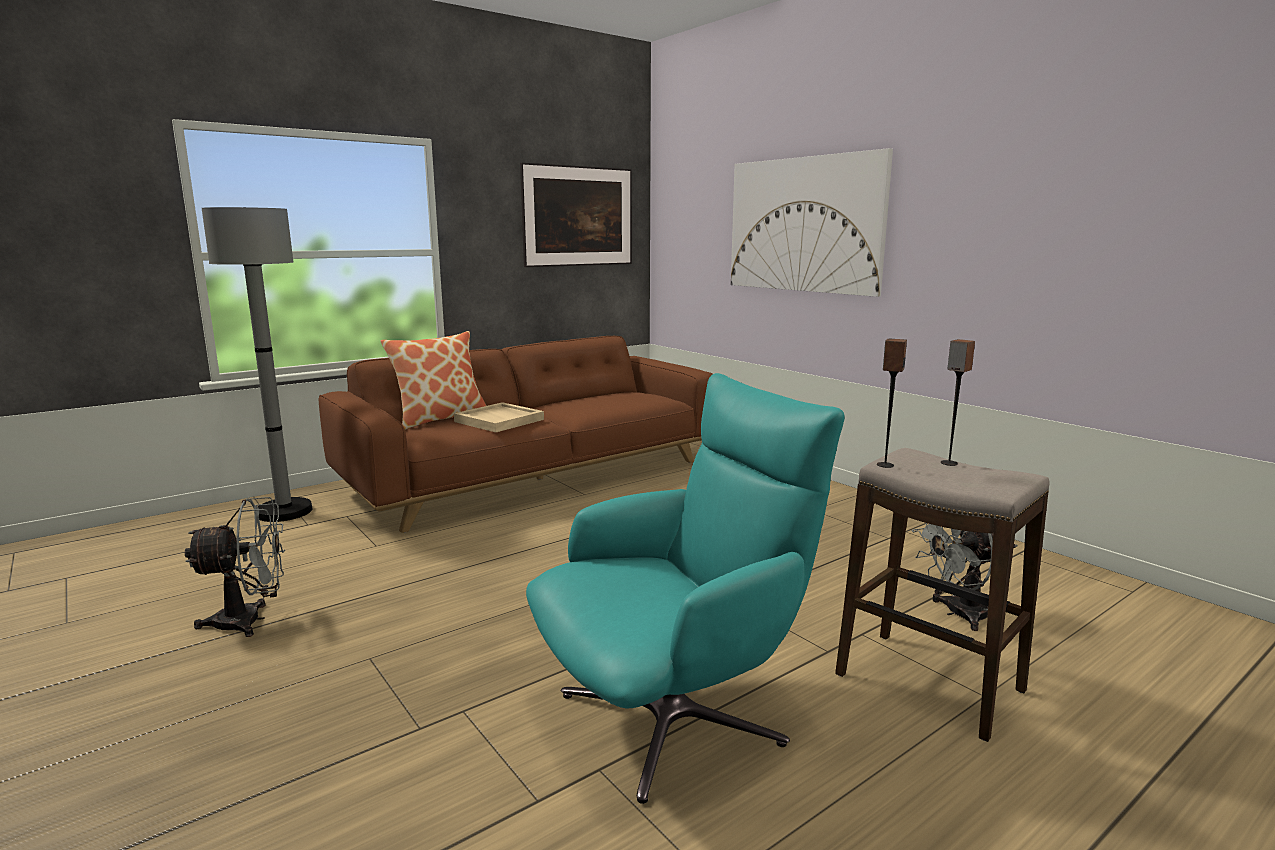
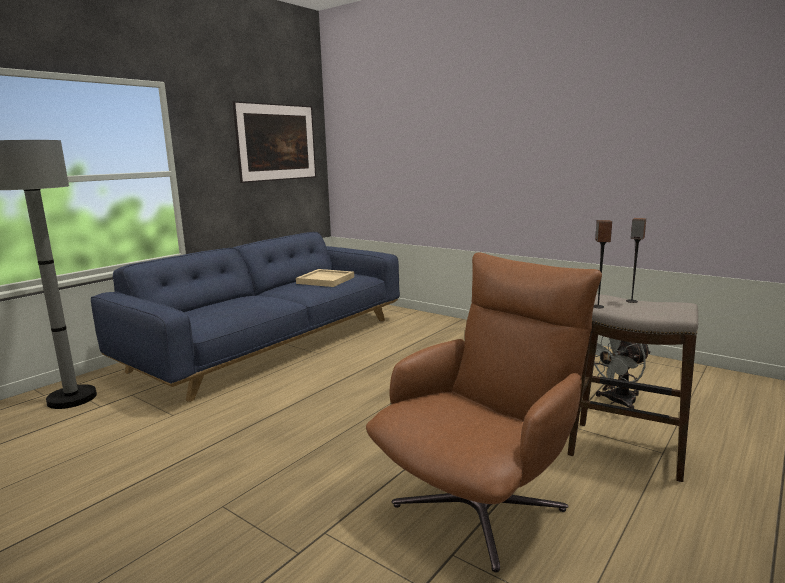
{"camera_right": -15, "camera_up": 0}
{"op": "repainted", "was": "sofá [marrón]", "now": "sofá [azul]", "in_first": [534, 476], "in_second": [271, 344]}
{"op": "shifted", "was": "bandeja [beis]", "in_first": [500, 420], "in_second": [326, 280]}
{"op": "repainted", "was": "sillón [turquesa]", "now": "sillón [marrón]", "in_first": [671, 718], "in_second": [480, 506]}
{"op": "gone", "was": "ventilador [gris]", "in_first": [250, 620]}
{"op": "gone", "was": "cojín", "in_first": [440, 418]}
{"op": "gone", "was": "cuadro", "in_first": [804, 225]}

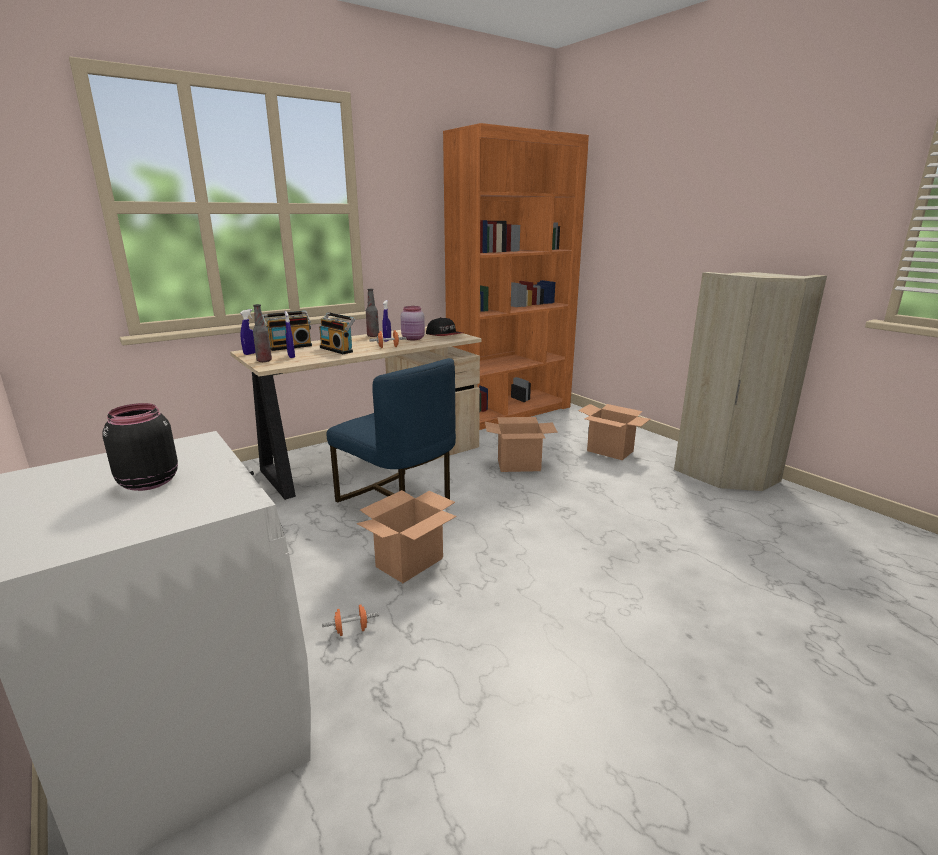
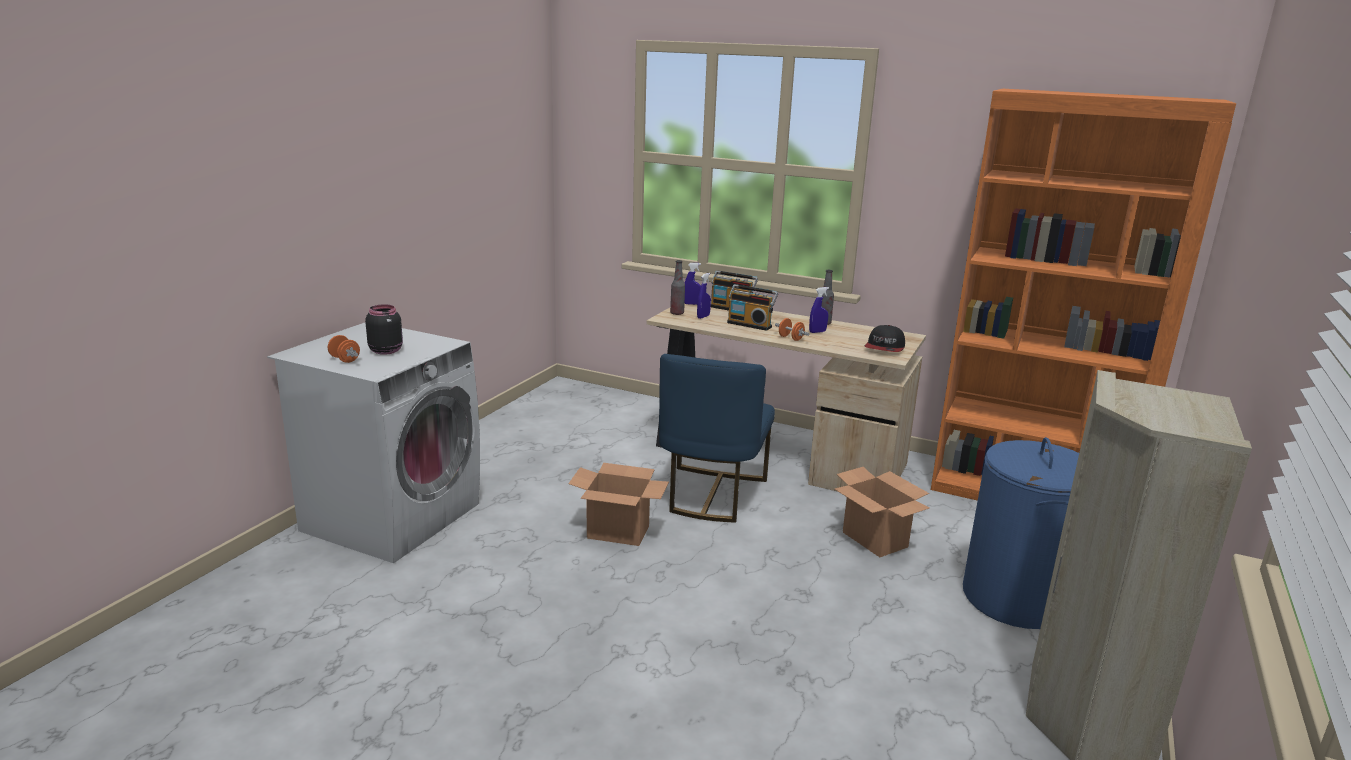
{"camera_right": 60, "camera_up": 0}
{"op": "shifted", "was": "mancuerna [naranja]", "in_first": [351, 630], "in_second": [344, 359]}
{"op": "rotated", "was": "radio", "in_first": [338, 349], "in_second": [750, 324], "clockwise": -75}
{"op": "swapped", "was": "caja de cartón", "now": "cesto de la ropa [azul]", "in_first": [610, 451], "in_second": [1016, 598]}
{"op": "gone", "was": "tarro [rosa]", "in_first": [413, 339]}

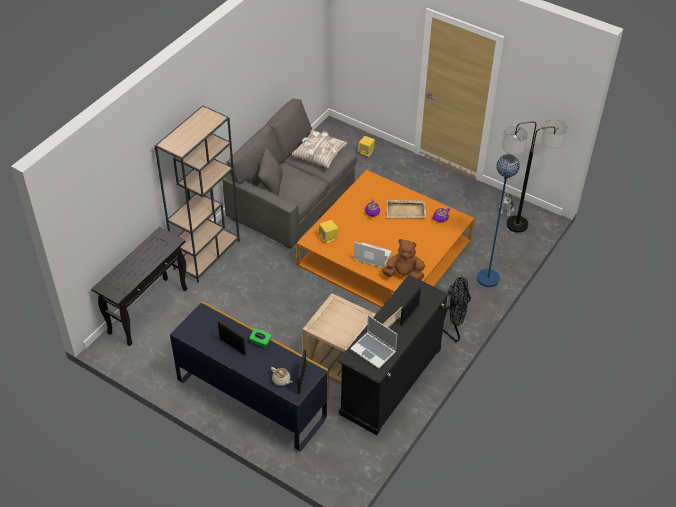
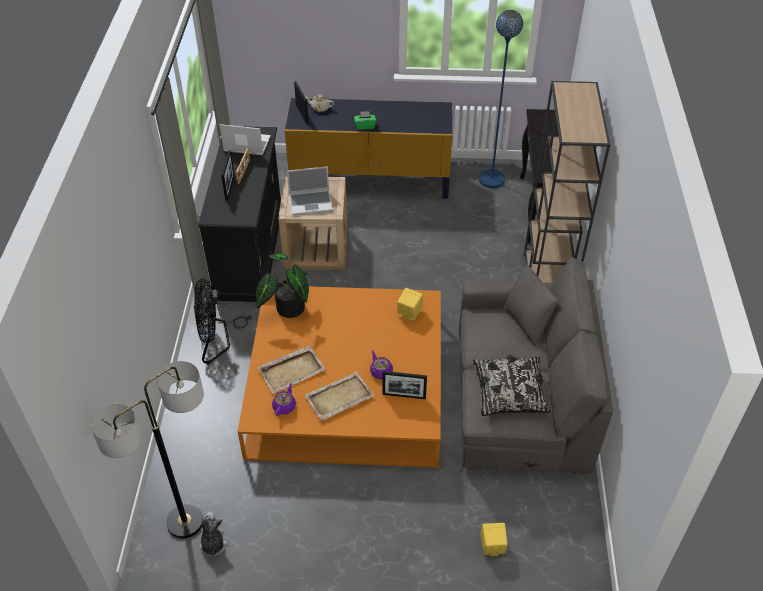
{"camera_right": 150, "camera_up": 0}
{"op": "swapped", "was": "peluche [marrón]", "now": "planta en maceta", "in_first": [404, 275], "in_second": [287, 308]}
{"op": "new", "now": "bandeja [beis]", "in_second": [292, 370]}
{"op": "shifted", "was": "portátil", "in_first": [371, 256], "in_second": [311, 203]}
{"op": "shifted", "was": "portarretratos", "in_first": [232, 346], "in_second": [404, 396]}
{"op": "repainted", "was": "cojín [beis]", "now": "cojín [negro]", "in_first": [319, 155], "in_second": [509, 394]}
{"op": "shifted", "was": "lámpara de pie [azul]", "in_first": [488, 278], "in_second": [491, 179]}

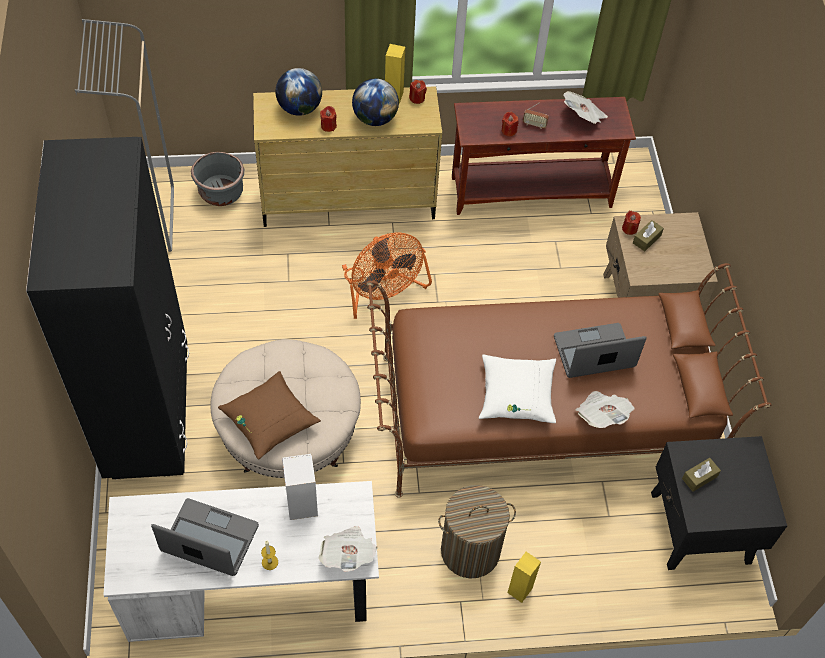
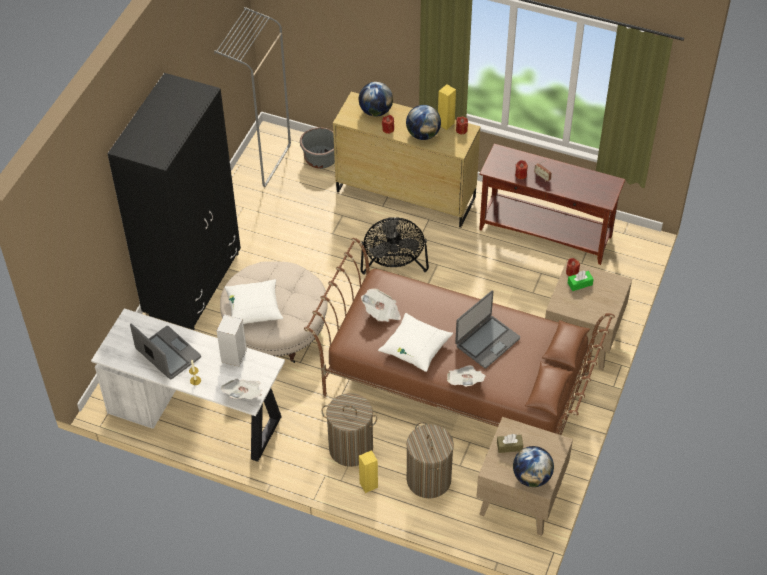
{"camera_right": 30, "camera_up": -5}
{"op": "repainted", "was": "cojín [marrón]", "now": "cojín [blanco]", "in_first": [270, 421], "in_second": [254, 309]}
{"op": "repainted", "was": "ventilador [naranja]", "now": "ventilador [negro]", "in_first": [380, 291], "in_second": [391, 262]}
{"op": "shifted", "was": "periódico", "in_first": [583, 117], "in_second": [382, 313]}
{"op": "new", "now": "cesto de la ropa", "in_second": [428, 479]}
{"op": "rotated", "was": "portátil", "in_first": [594, 353], "in_second": [487, 342], "clockwise": 120}
{"op": "repainted", "was": "mesita de noche [negro]", "now": "mesita de noche [beis]", "in_first": [700, 528], "in_second": [520, 499]}
{"op": "new", "now": "globo terráqueo", "in_second": [531, 477]}
{"op": "repainted", "was": "caja de pañuelos [marrón]", "now": "caja de pañuelos [verde]", "in_first": [646, 239], "in_second": [580, 284]}

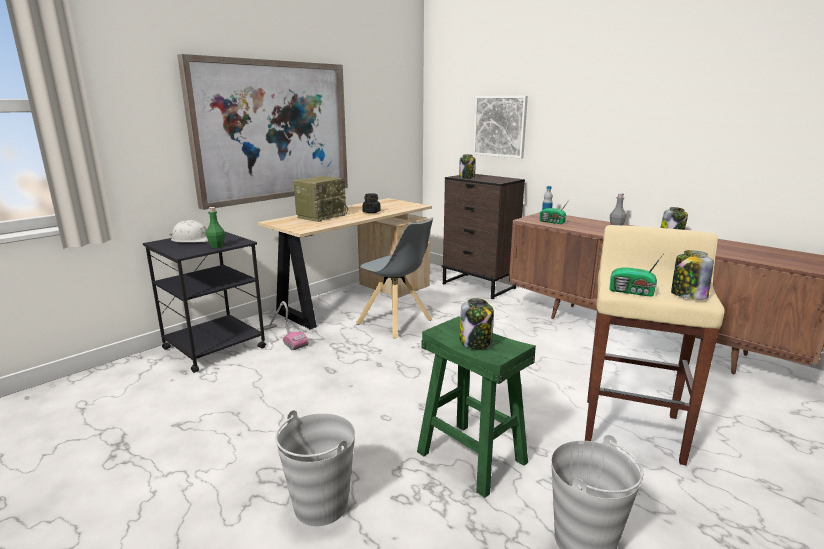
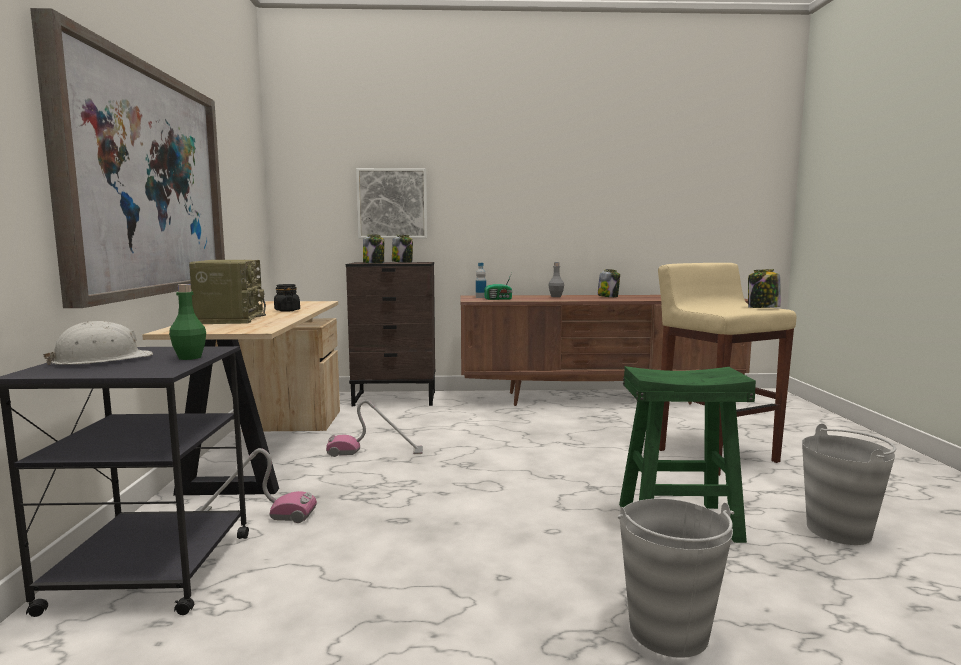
{"camera_right": -45, "camera_up": -10}
{"op": "swapped", "was": "silla [gris]", "now": "aspiradora", "in_first": [396, 322], "in_second": [375, 452]}
{"op": "shifted", "was": "tarro", "in_first": [476, 342], "in_second": [402, 262]}
{"op": "gone", "was": "radio", "in_first": [632, 292]}

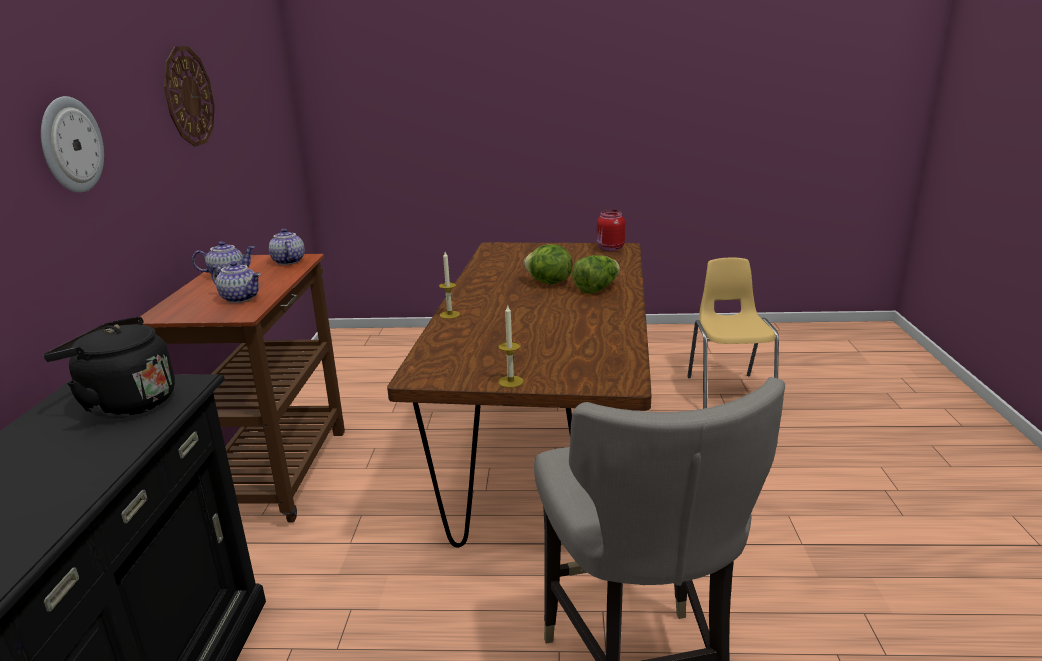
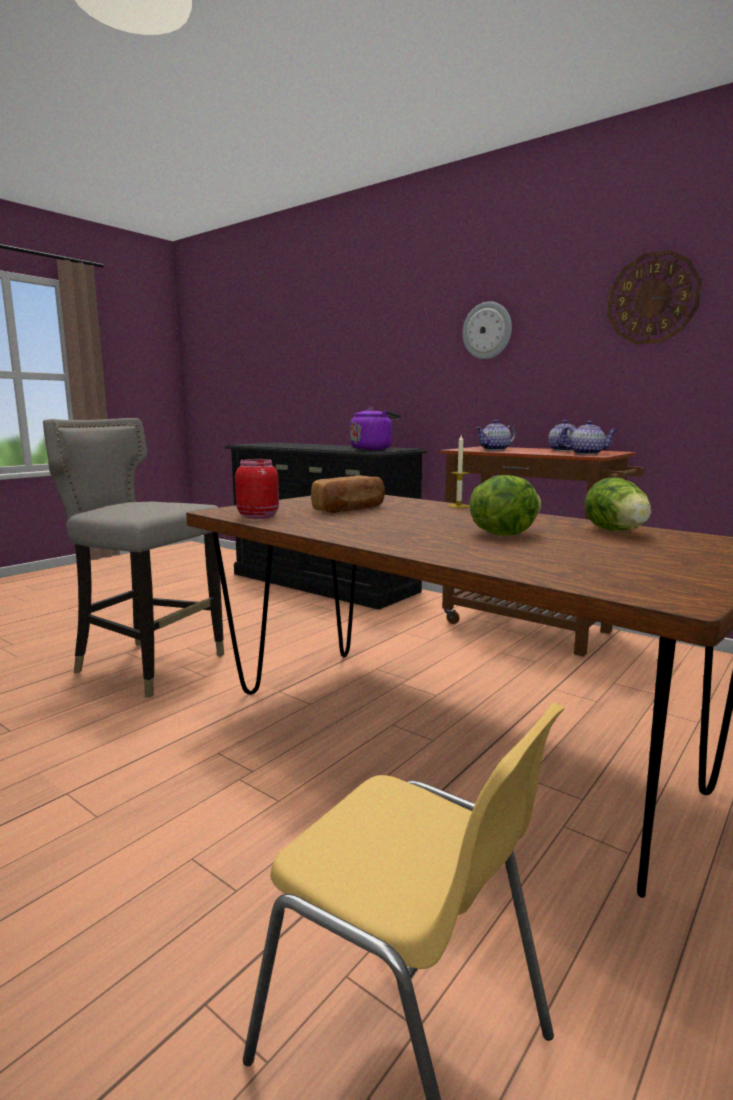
{"camera_right": 125, "camera_up": -10}
{"op": "shifted", "was": "tarro [rojo]", "in_first": [609, 249], "in_second": [258, 516]}
{"op": "new", "now": "pan", "in_second": [350, 509]}
{"op": "repainted", "was": "hervidor [negro]", "now": "hervidor [morado]", "in_first": [125, 404], "in_second": [372, 449]}
{"op": "shifted", "was": "lechuga", "in_first": [596, 289], "in_second": [618, 532]}
{"op": "gone", "was": "vela", "in_first": [510, 381]}

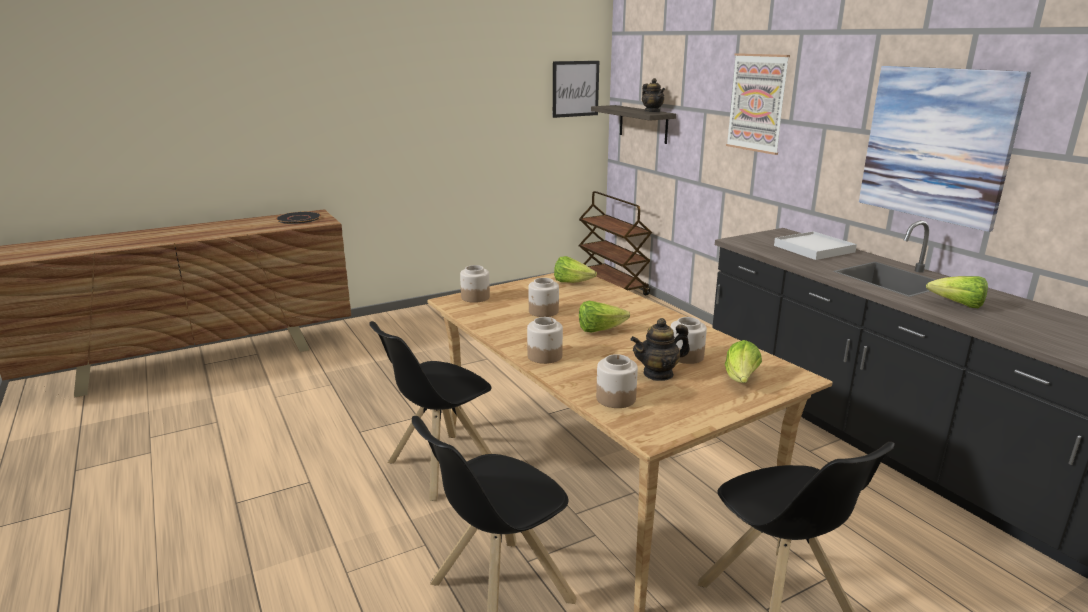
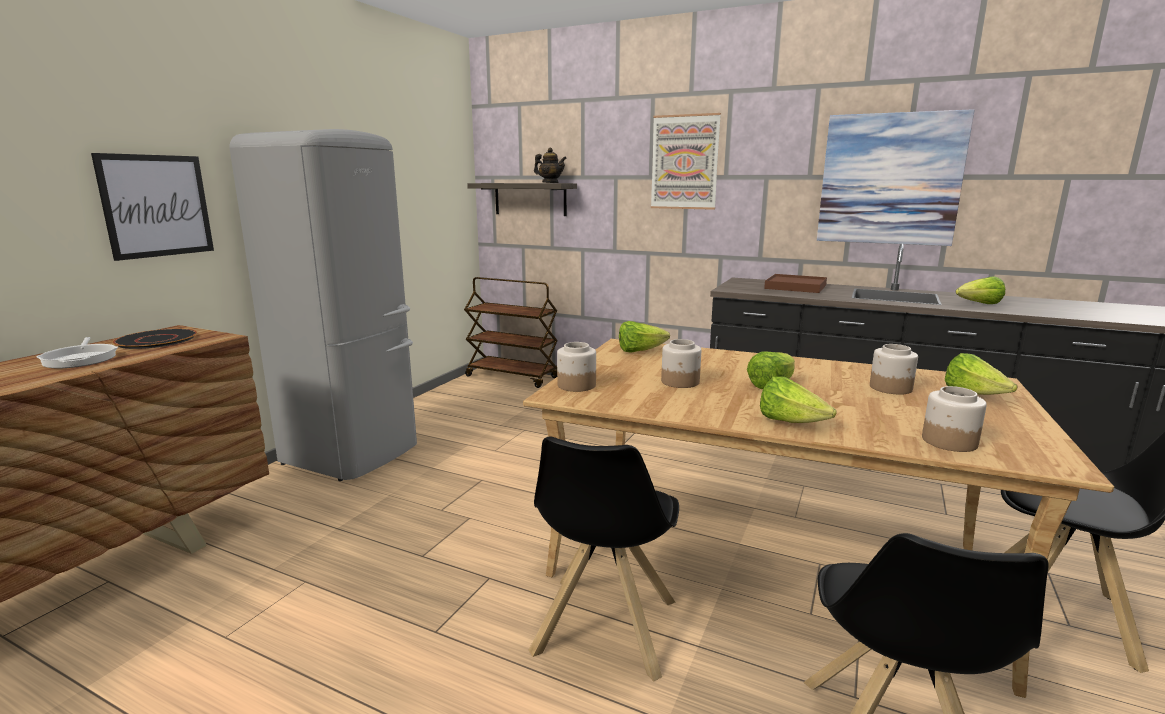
{"camera_right": -35, "camera_up": -5}
{"op": "new", "now": "sartén", "in_second": [81, 359]}
{"op": "shifted", "was": "cuadro", "in_first": [575, 89], "in_second": [157, 206]}
{"op": "new", "now": "nevera [gris]", "in_second": [355, 454]}
{"op": "swapped", "was": "tarro", "now": "lechuga", "in_first": [545, 356], "in_second": [790, 422]}
{"op": "repainted", "was": "bandeja [blanco]", "now": "bandeja [marrón]", "in_first": [813, 249], "in_second": [795, 286]}
{"op": "gone", "was": "tetera", "in_first": [658, 374]}

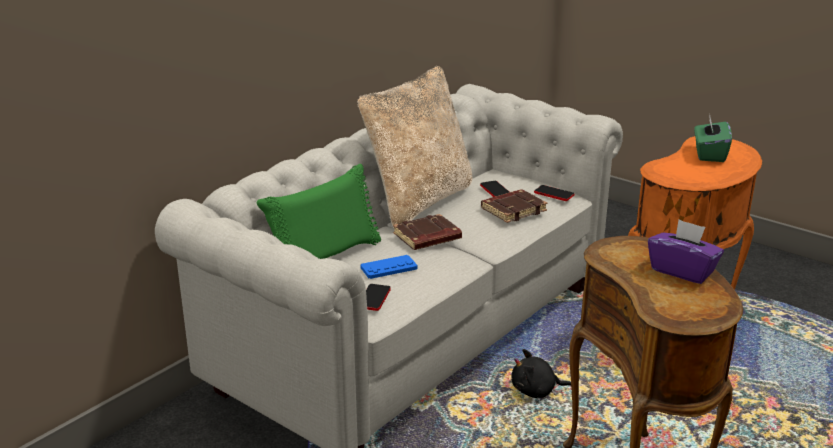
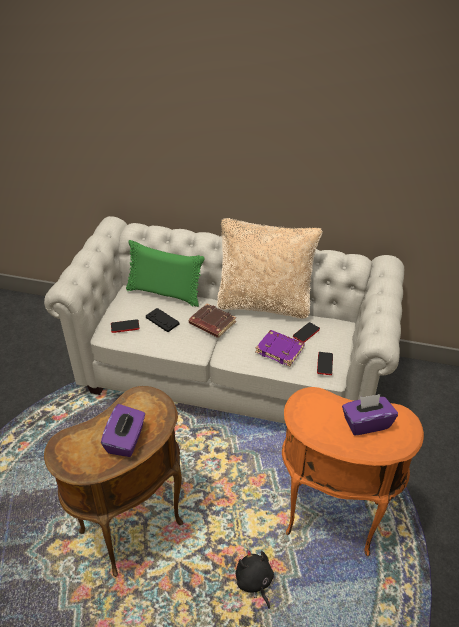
{"camera_right": 65, "camera_up": 15}
{"op": "repainted", "was": "mando de consola [azul]", "now": "mando de consola [negro]", "in_first": [388, 268], "in_second": [162, 320]}
{"op": "shifted", "was": "peluche [negro]", "in_first": [536, 391], "in_second": [254, 582]}
{"op": "repainted", "was": "libro [marrón]", "now": "libro [morado]", "in_first": [513, 210], "in_second": [280, 350]}
{"op": "repainted", "was": "caja de pañuelos [verde]", "now": "caja de pañuelos [morado]", "in_first": [709, 154], "in_second": [366, 423]}

